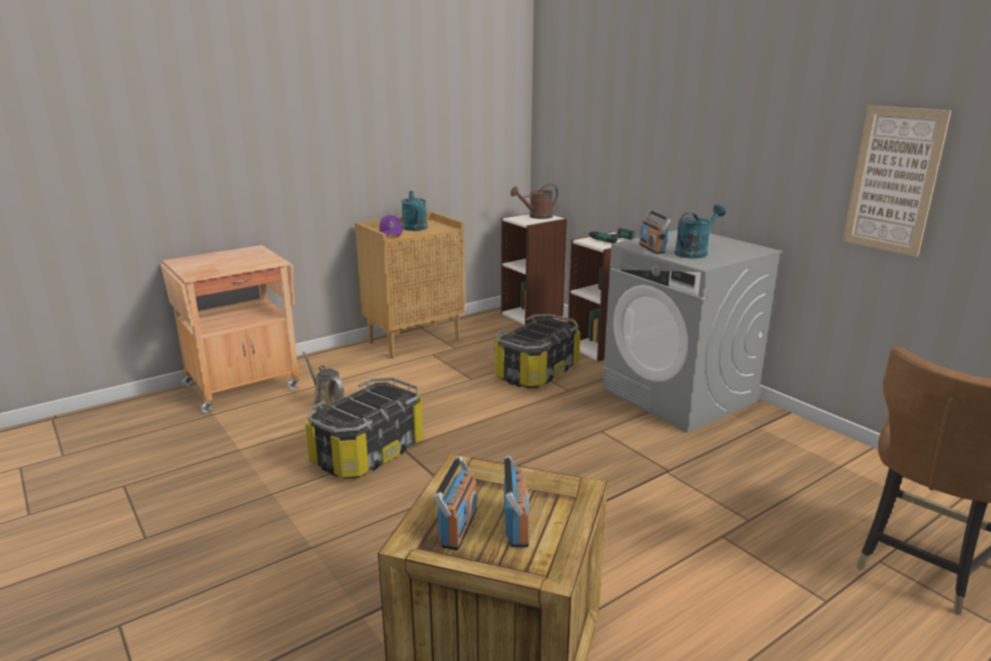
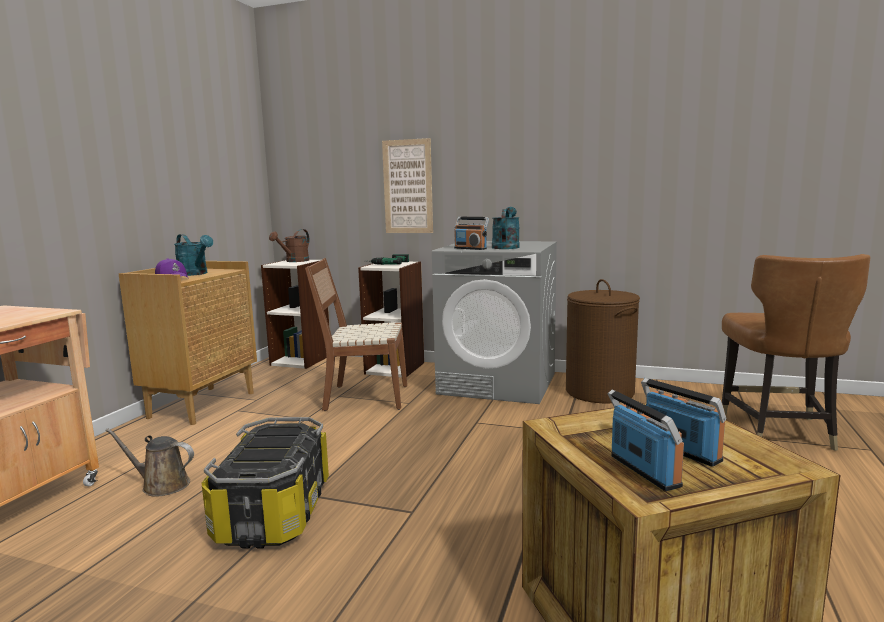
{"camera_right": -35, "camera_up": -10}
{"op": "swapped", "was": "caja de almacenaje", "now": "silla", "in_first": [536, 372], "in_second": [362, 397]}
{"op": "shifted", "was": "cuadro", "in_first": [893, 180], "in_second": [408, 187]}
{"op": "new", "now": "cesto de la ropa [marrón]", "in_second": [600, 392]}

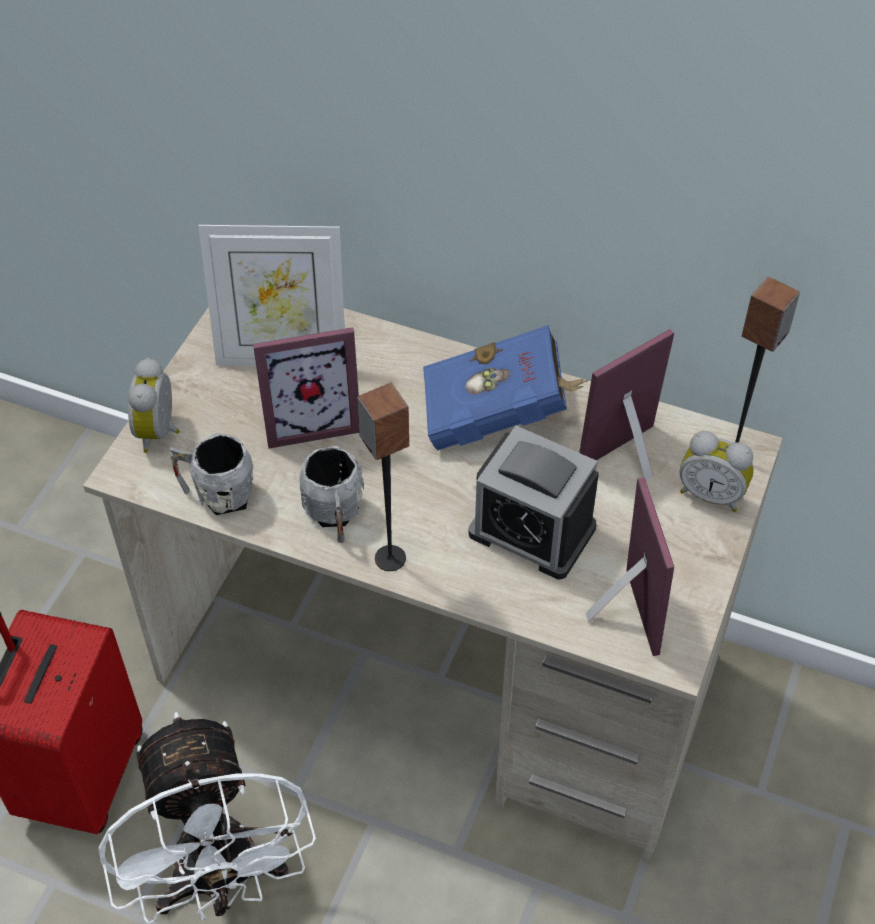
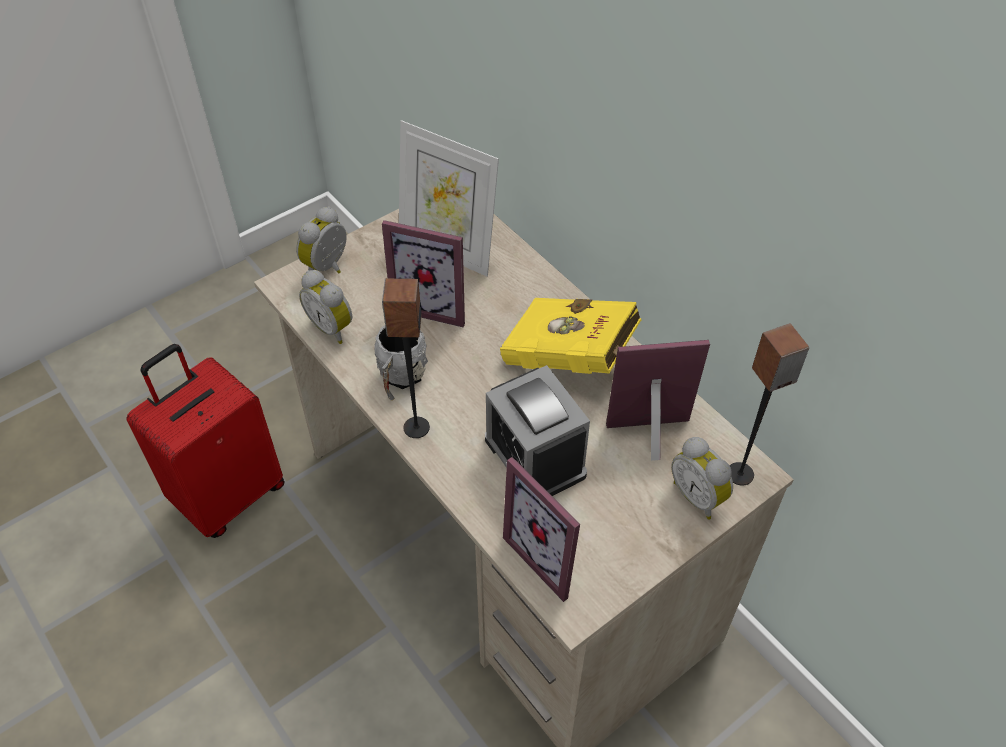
{"camera_right": 30, "camera_up": 0}
{"op": "swapped", "was": "taza grande [gris]", "now": "despertador", "in_first": [217, 495], "in_second": [333, 327]}
{"op": "repainted", "was": "libro [azul]", "now": "libro [amarillo]", "in_first": [499, 415], "in_second": [573, 359]}
{"op": "rotated", "was": "portarretratos", "in_first": [616, 615], "in_second": [552, 553], "clockwise": 120}
{"op": "gone", "was": "ventilador [blanco]", "in_first": [221, 881]}

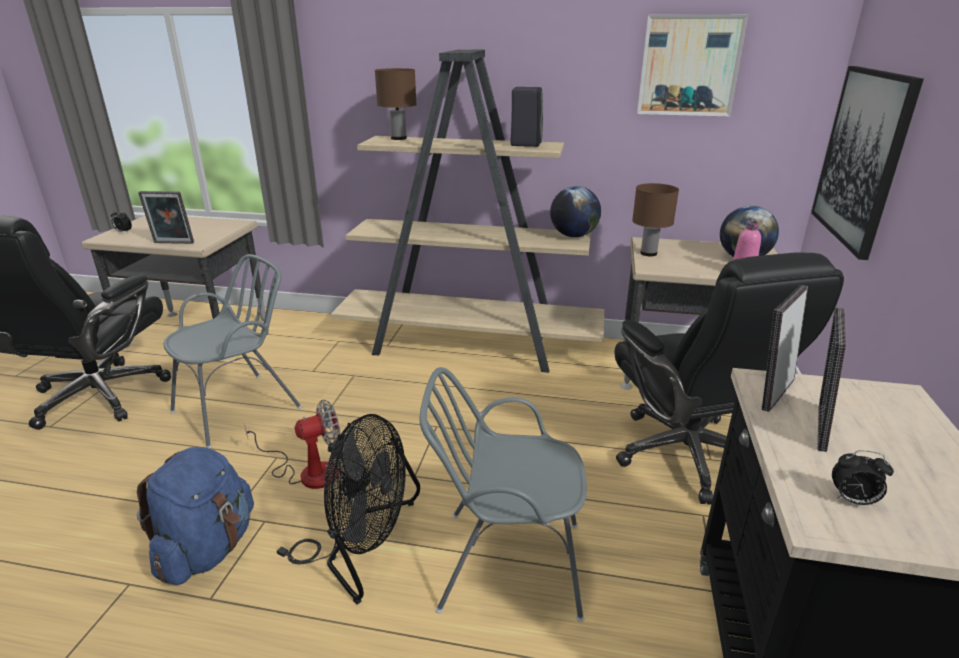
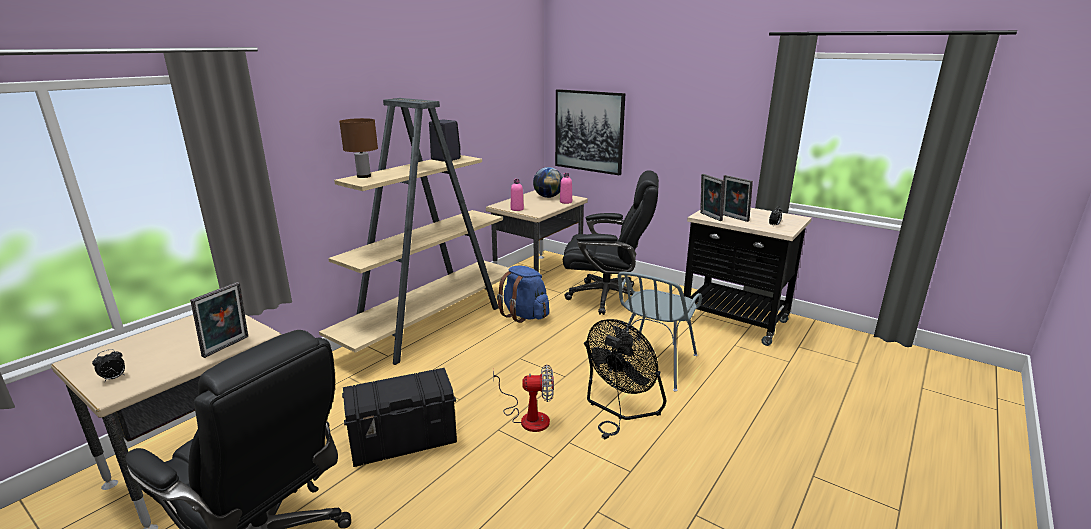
{"camera_right": -65, "camera_up": -5}
{"op": "swapped", "was": "silla [gris]", "now": "caja de almacenaje [negro]", "in_first": [241, 406], "in_second": [404, 442]}
{"op": "rotated", "was": "ventilador", "in_first": [308, 472], "in_second": [528, 417], "clockwise": 90}
{"op": "shifted", "was": "mochila [azul]", "in_first": [208, 549], "in_second": [524, 315]}
{"op": "swapped", "was": "lámpara de mesa [marrón]", "now": "botella [rosa]", "in_first": [649, 253], "in_second": [517, 209]}
{"op": "gone", "was": "globo terráqueo", "in_first": [573, 236]}
{"op": "gone", "was": "cuadro", "in_first": [689, 66]}

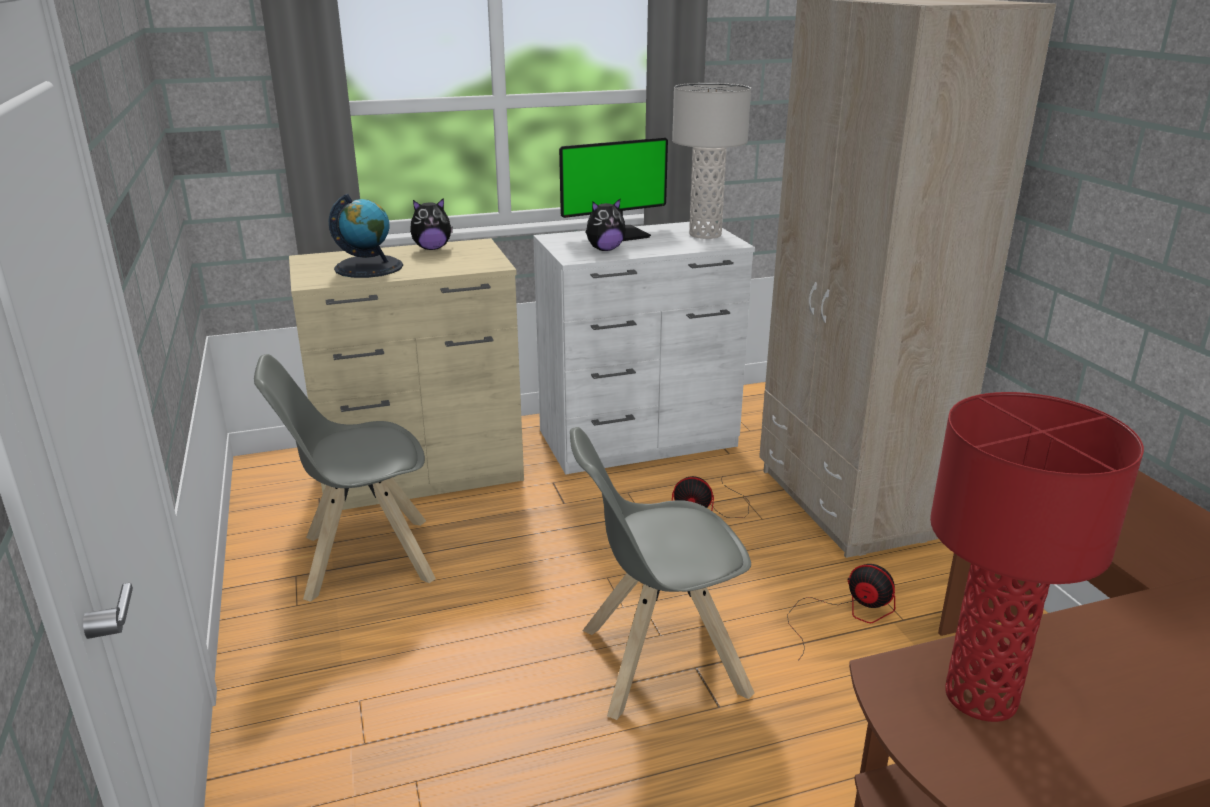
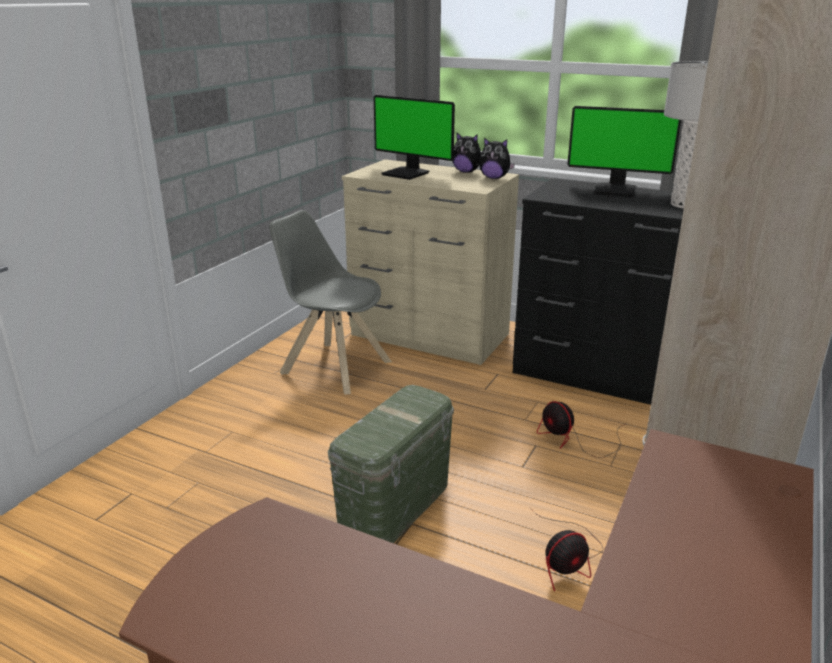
{"camera_right": 45, "camera_up": 0}
{"op": "swapped", "was": "silla [gris]", "now": "caja de almacenaje [verde]", "in_first": [658, 662], "in_second": [394, 506]}
{"op": "swapped", "was": "globo terráqueo", "now": "monitor", "in_first": [369, 267], "in_second": [407, 173]}
{"op": "shifted", "was": "peluche", "in_first": [605, 249], "in_second": [494, 178]}
{"op": "repainted", "was": "cómoda [blanco]", "now": "cómoda [negro]", "in_first": [639, 440], "in_second": [599, 374]}
{"op": "rotated", "was": "ventilador", "in_first": [845, 615], "in_second": [567, 560], "clockwise": 75}
{"op": "gone", "was": "lámpara de mesa [rojo]", "in_first": [982, 697]}

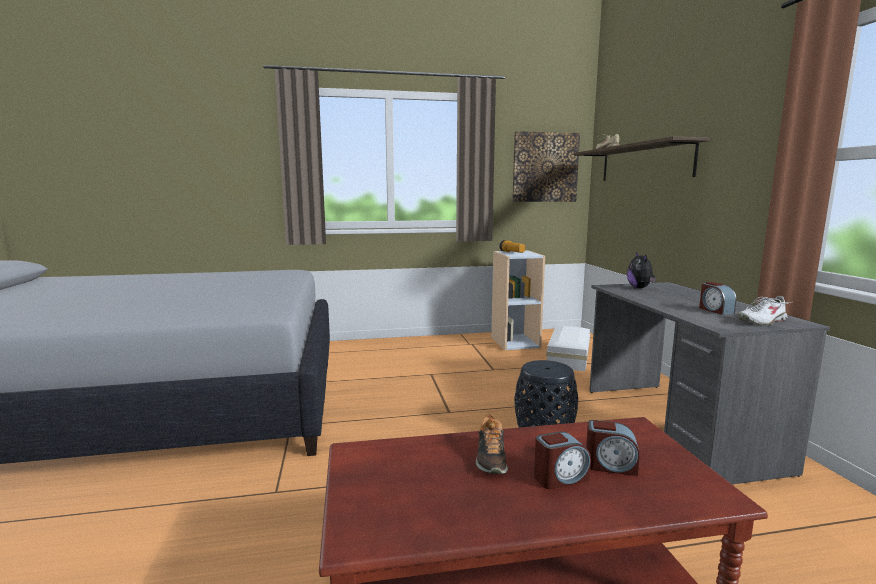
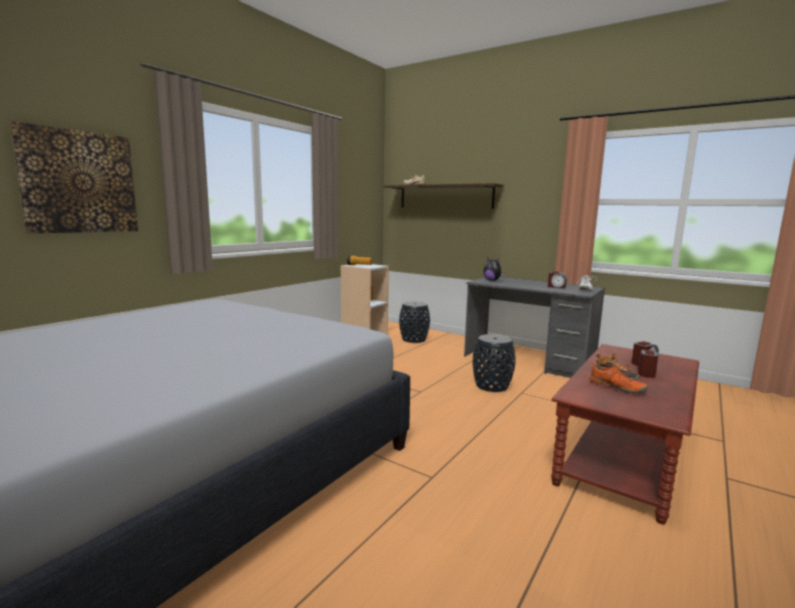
{"camera_right": -45, "camera_up": 0}
{"op": "shifted", "was": "cuadro", "in_first": [545, 167], "in_second": [79, 182]}
{"op": "swapped", "was": "caja de almacenaje [blanco]", "now": "taburete [negro]", "in_first": [569, 356], "in_second": [414, 339]}
{"op": "new", "now": "zapato [naranja]", "in_second": [616, 388]}

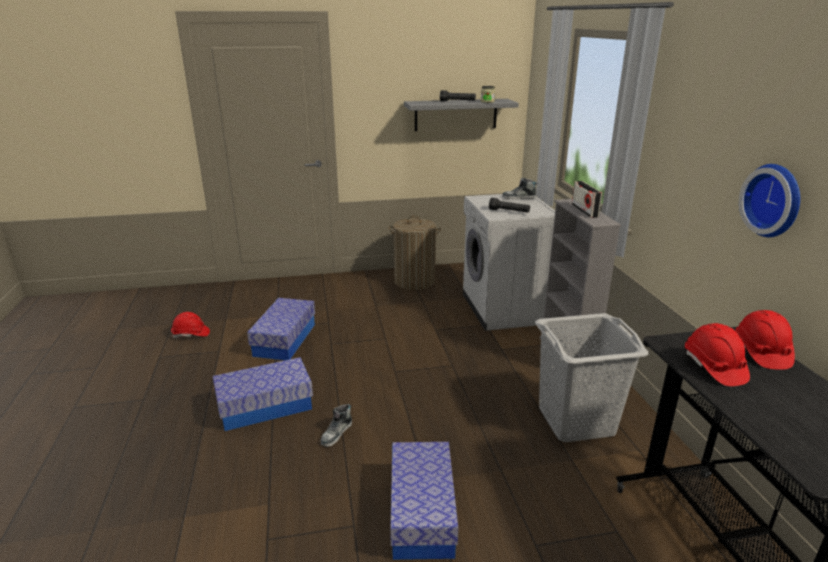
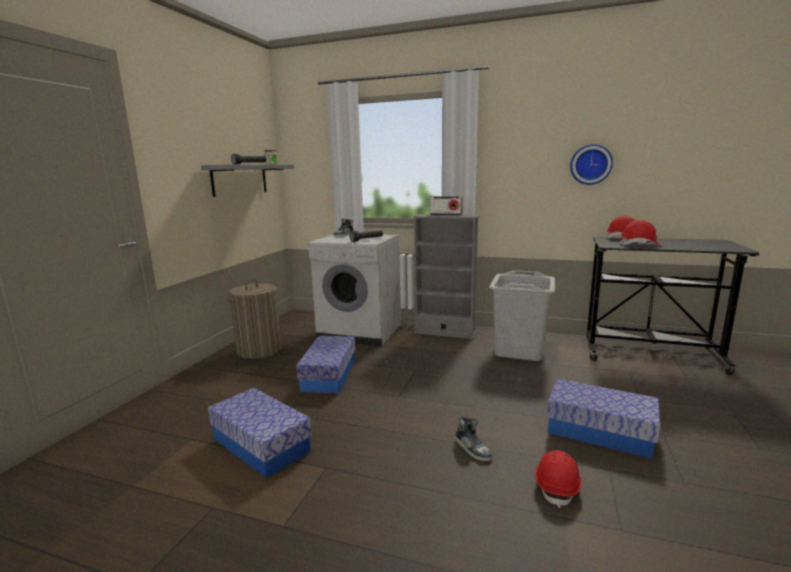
{"camera_right": -60, "camera_up": -10}
{"op": "shifted", "was": "caja de almacenaje", "in_first": [265, 406], "in_second": [329, 375]}
{"op": "shifted", "was": "casco [rojo]", "in_first": [191, 334], "in_second": [557, 486]}

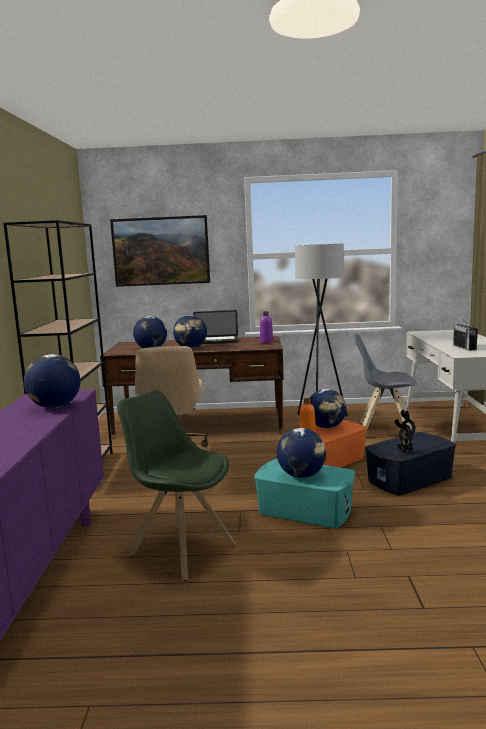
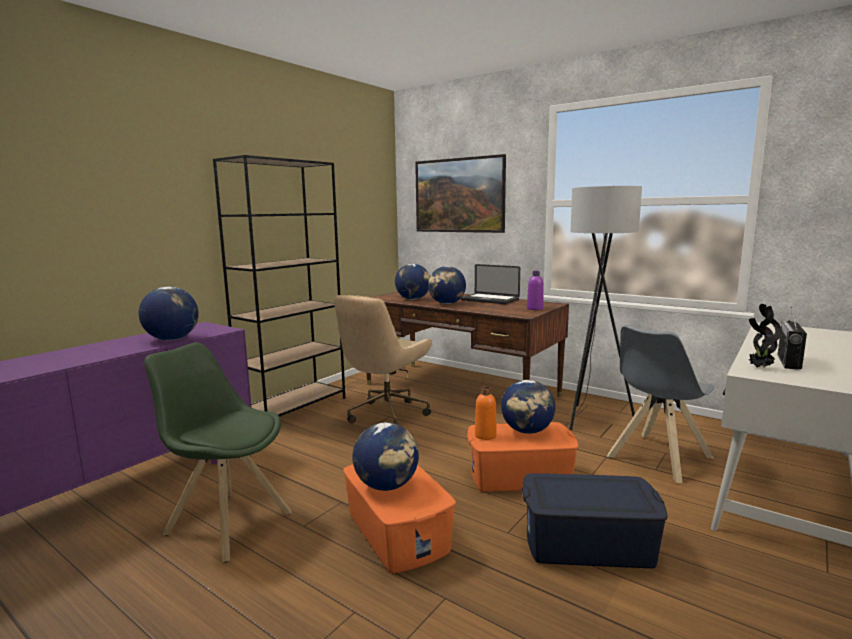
{"camera_right": 35, "camera_up": 0}
{"op": "rotated", "was": "silla [verde]", "in_first": [181, 550], "in_second": [227, 523], "clockwise": -45}
{"op": "repainted", "was": "caja de almacenaje [turquesa]", "now": "caja de almacenaje [naranja]", "in_first": [305, 510], "in_second": [398, 532]}
{"op": "rotated", "was": "silla [gris]", "in_first": [384, 430], "in_second": [657, 458], "clockwise": -90}
{"op": "shifted", "was": "planta en maceta", "in_first": [404, 452], "in_second": [759, 367]}

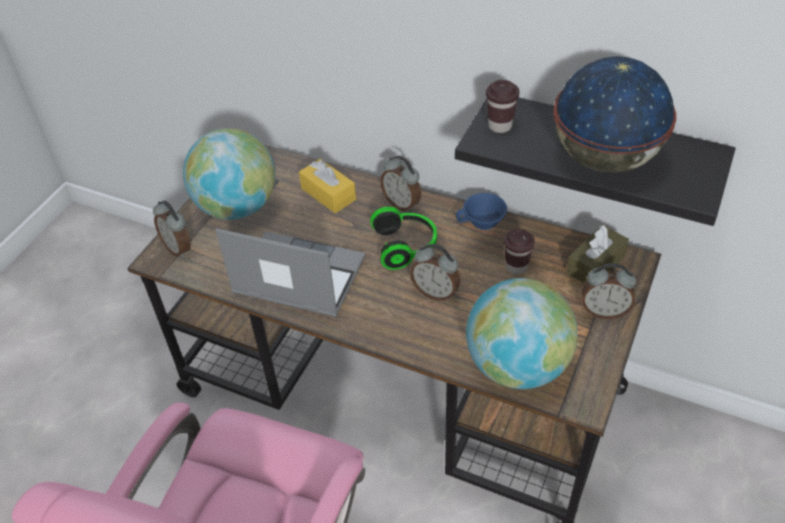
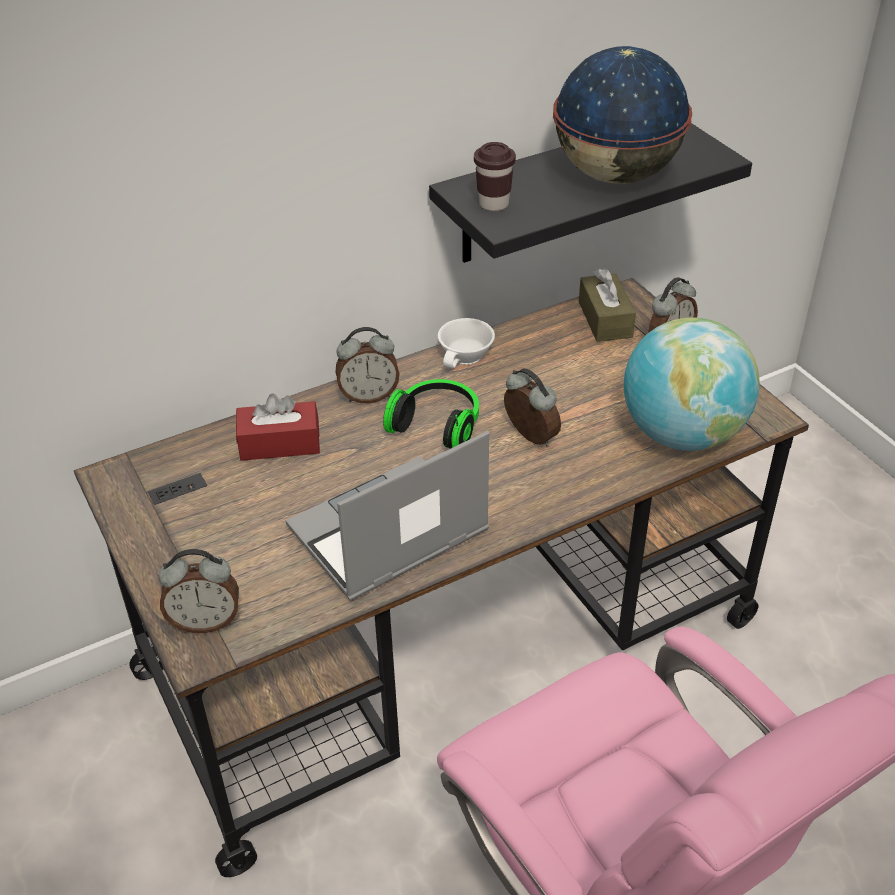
{"camera_right": -55, "camera_up": -5}
{"op": "repainted", "was": "caja de pañuelos [amarillo]", "now": "caja de pañuelos [rojo]", "in_first": [328, 194], "in_second": [280, 443]}
{"op": "repainted", "was": "taza [azul]", "now": "taza [blanco]", "in_first": [483, 222], "in_second": [467, 356]}
{"op": "rotated", "was": "despertador", "in_first": [435, 292], "in_second": [529, 438], "clockwise": -105}
{"op": "gone", "was": "globo terráqueo", "in_first": [237, 207]}
{"op": "gone", "was": "taza [marrón]", "in_first": [516, 267]}

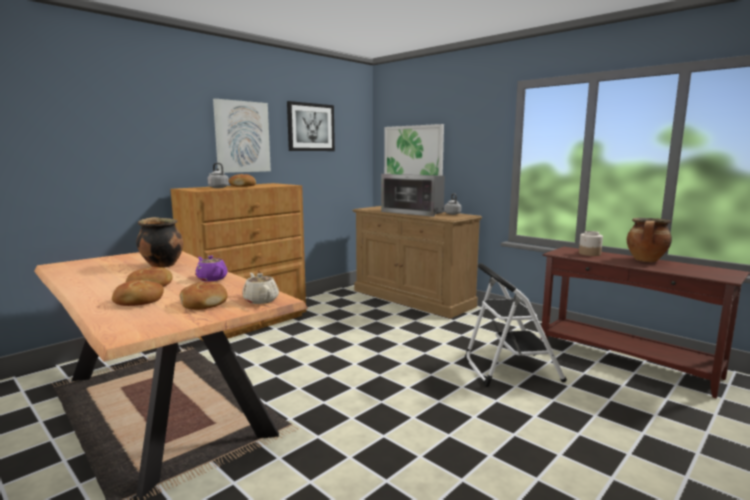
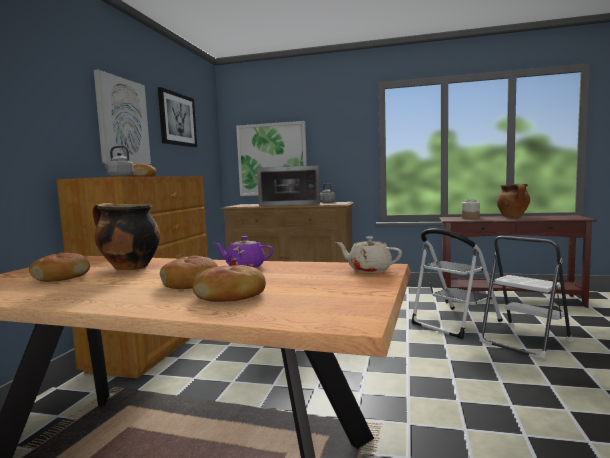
{"camera_right": -30, "camera_up": -5}
{"op": "shifted", "was": "pan", "in_first": [204, 303], "in_second": [61, 276]}
{"op": "new", "now": "escalera de tijera [blanco]", "in_second": [523, 342]}

